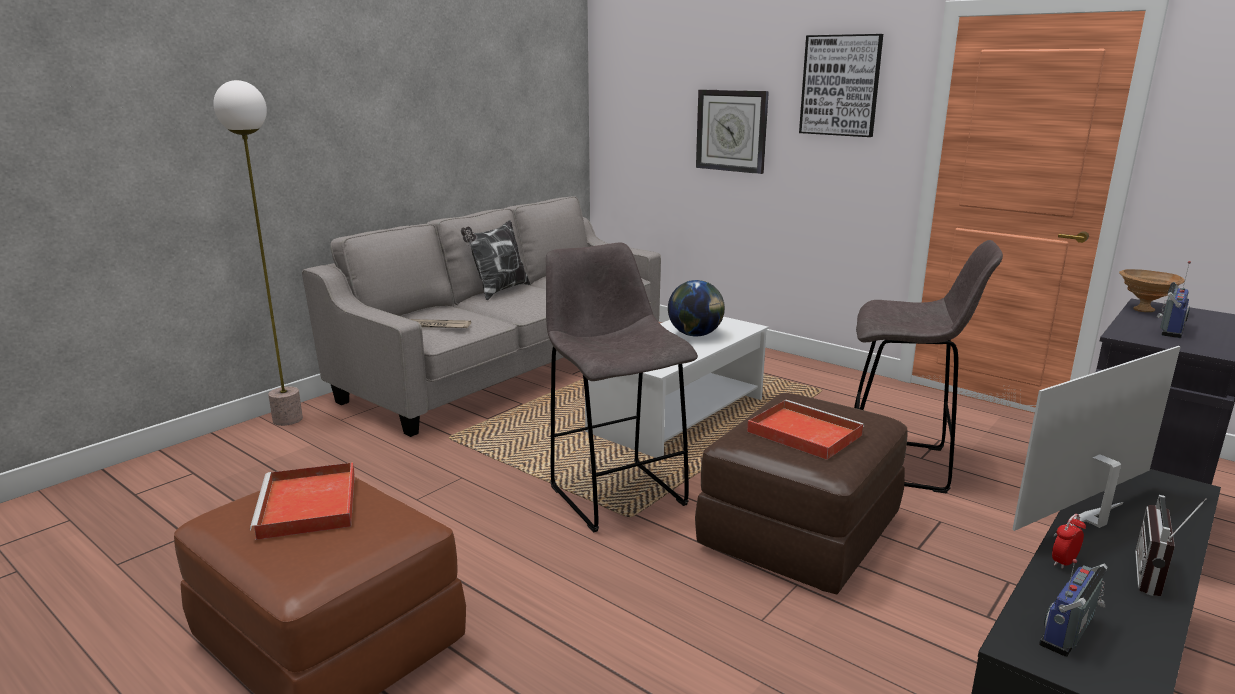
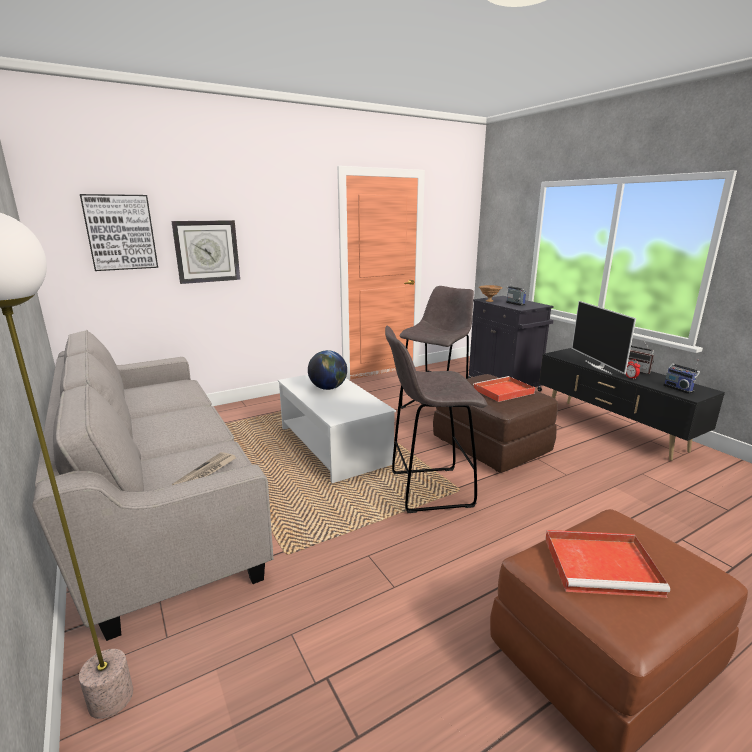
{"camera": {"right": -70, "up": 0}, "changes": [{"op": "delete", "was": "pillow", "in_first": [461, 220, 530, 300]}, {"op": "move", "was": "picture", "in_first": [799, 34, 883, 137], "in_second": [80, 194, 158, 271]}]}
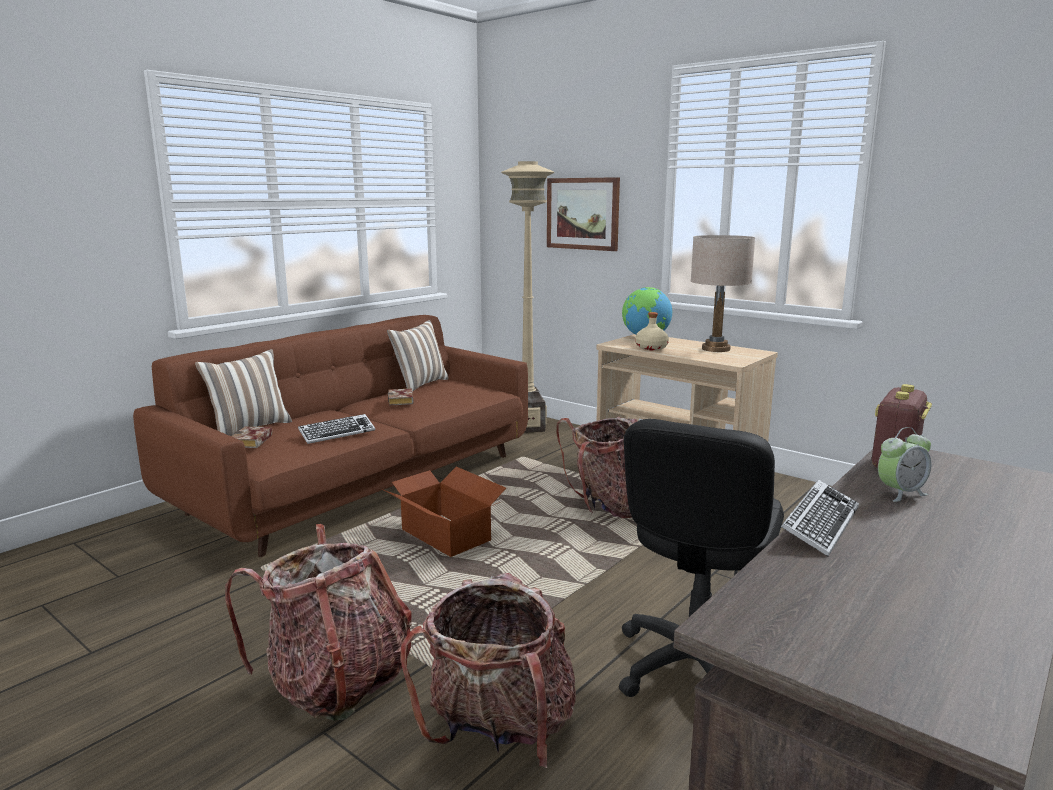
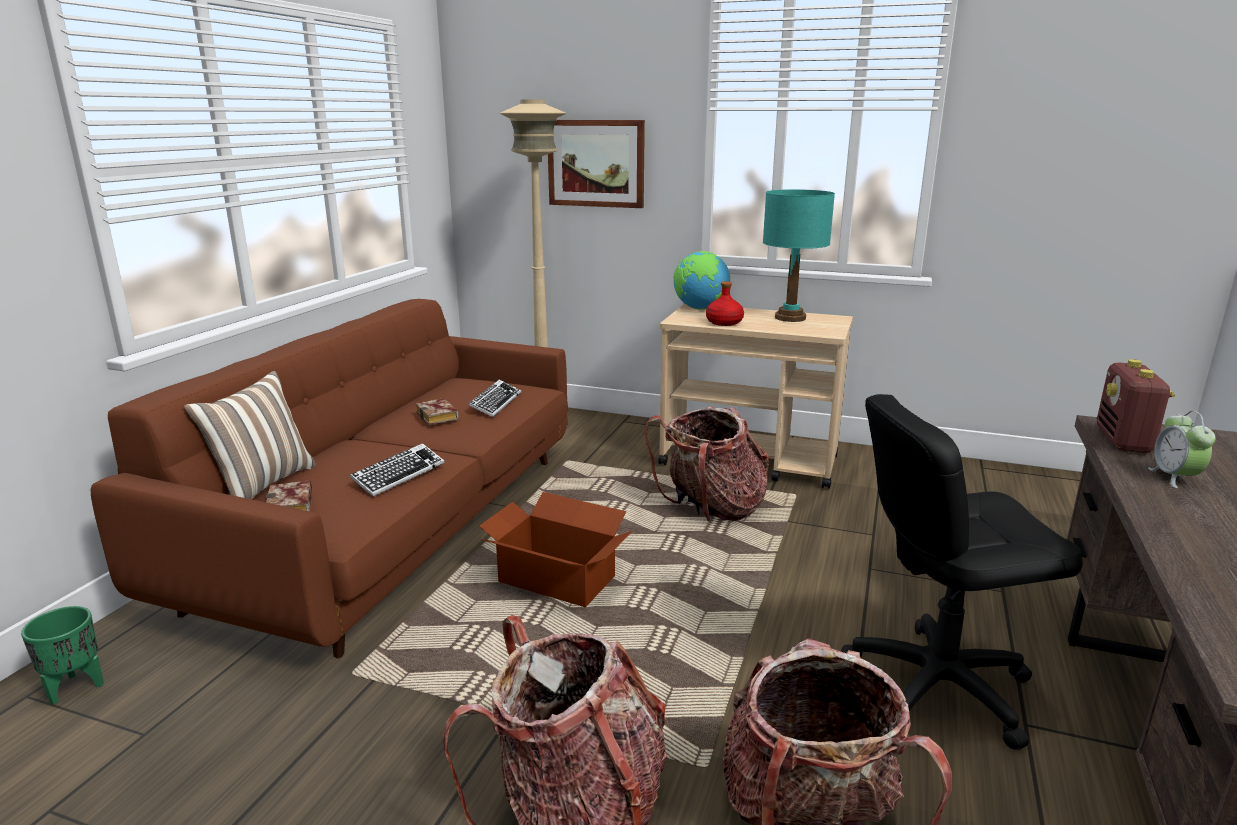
{"camera": {"right": -20, "up": 5}, "changes": [{"op": "delete", "was": "pillow", "in_first": [387, 320, 448, 392]}, {"op": "insert", "now": "green planter", "in_second": [21, 606, 104, 704]}, {"op": "move", "was": "keyboard", "in_first": [781, 480, 859, 556], "in_second": [468, 380, 521, 417]}, {"op": "recolor", "was": "beige bottle", "now": "red bottle", "in_first": [635, 312, 669, 350], "in_second": [706, 281, 744, 326]}, {"op": "recolor", "was": "beige table lamp", "now": "turquoise table lamp", "in_first": [691, 235, 755, 352], "in_second": [763, 189, 835, 322]}, {"op": "rotate", "was": "black office chair", "in_first": [619, 419, 784, 697], "in_second": [841, 394, 1083, 750], "clockwise": 75}, {"op": "rotate", "was": "alarm clock", "in_first": [878, 427, 931, 502], "in_second": [1148, 411, 1216, 488], "clockwise": 135}]}
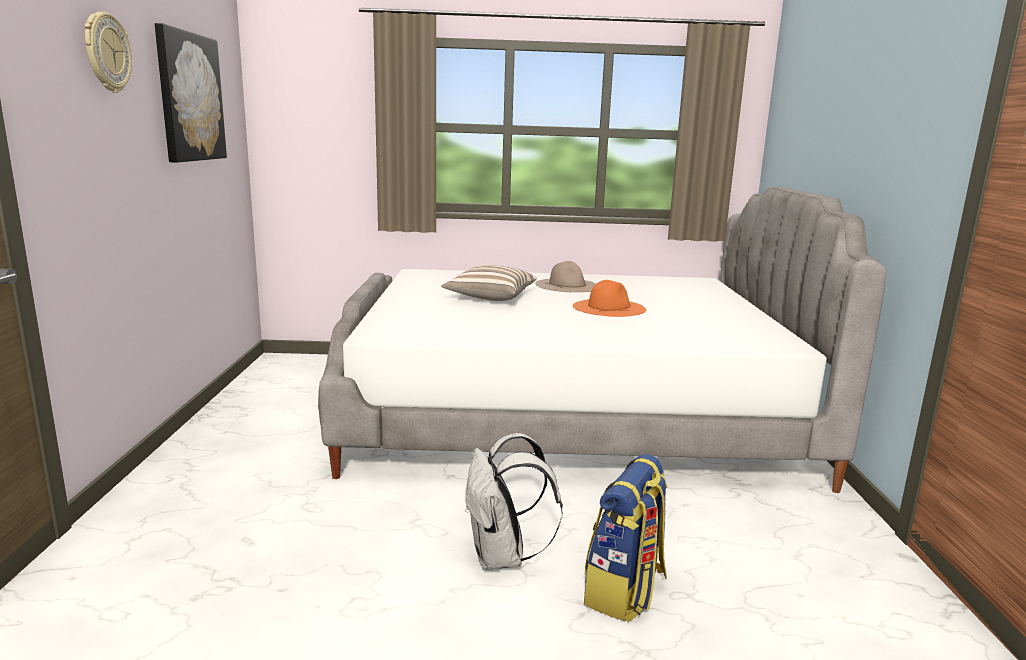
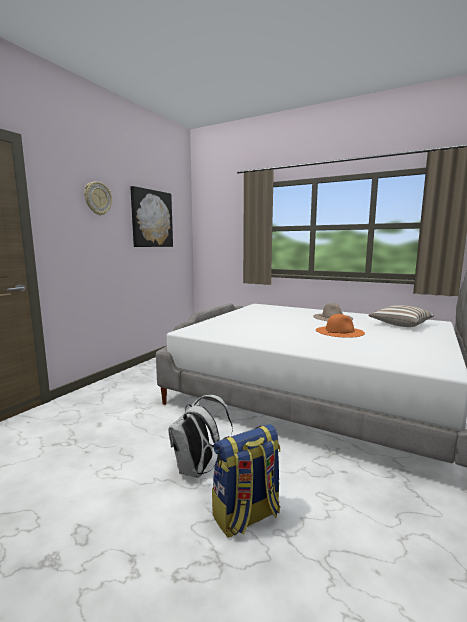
{"camera": {"right": 30, "up": -5}, "changes": [{"op": "move", "was": "pillow", "in_first": [441, 265, 536, 301], "in_second": [368, 305, 434, 327]}]}
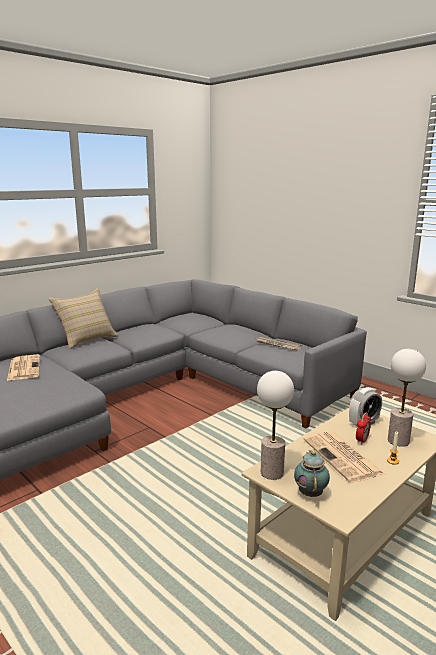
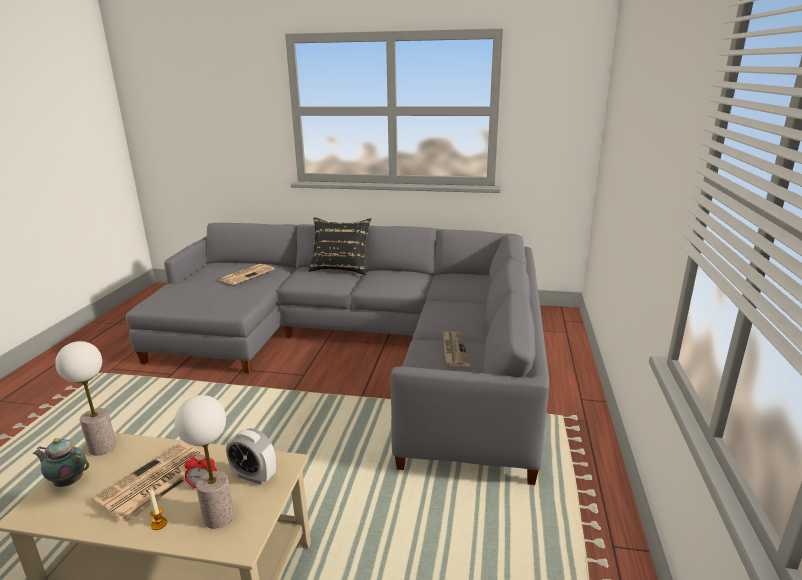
{"camera": {"right": 55, "up": 5}, "changes": [{"op": "recolor", "was": "beige pillow", "now": "black pillow", "in_first": [48, 288, 119, 349], "in_second": [308, 217, 371, 275]}, {"op": "rotate", "was": "teapot", "in_first": [294, 450, 330, 497], "in_second": [33, 438, 89, 487], "clockwise": -135}]}
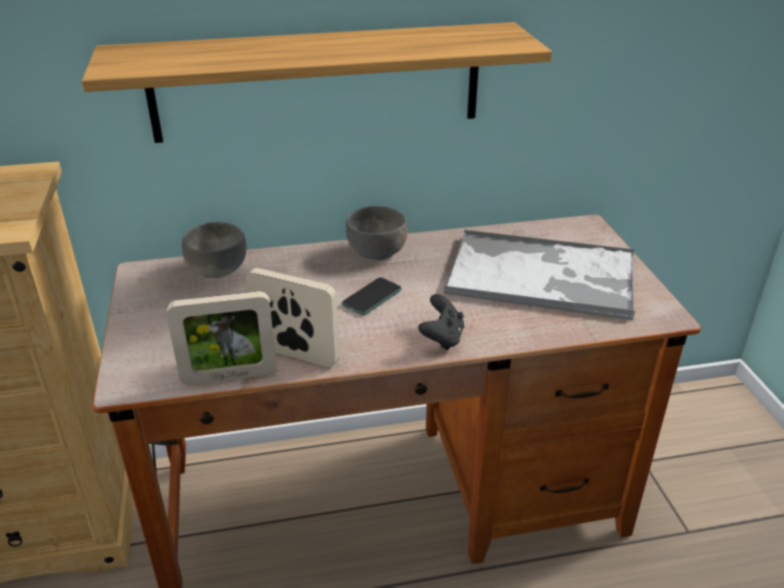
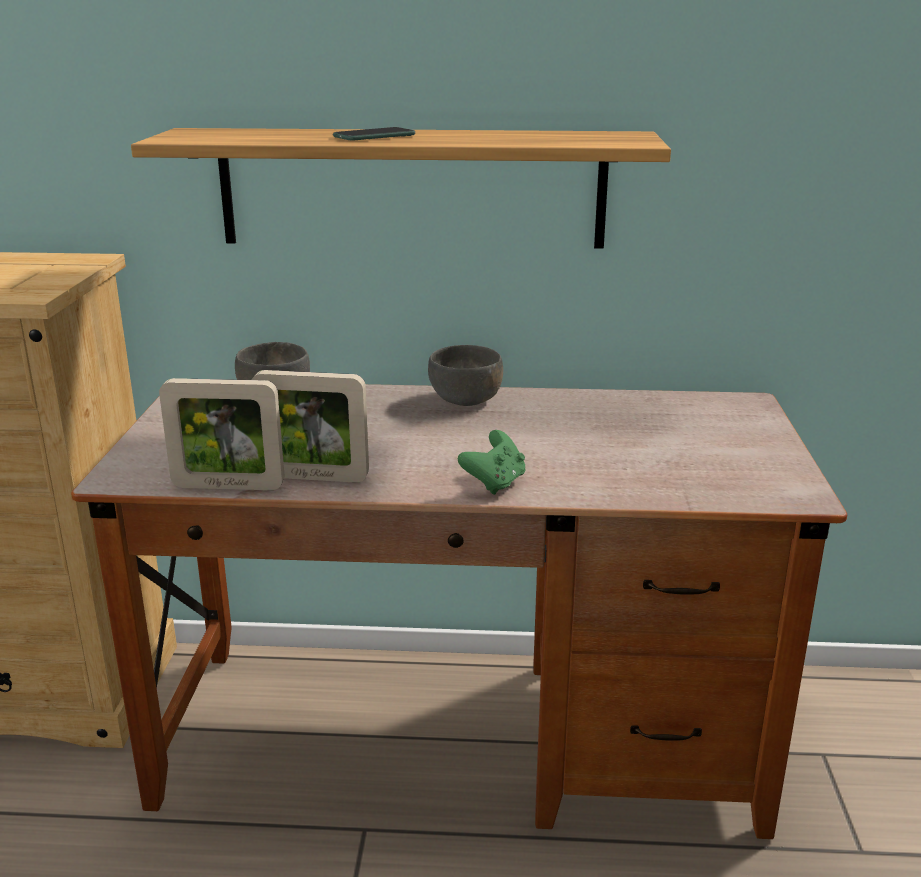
{"camera": {"right": 15, "up": -10}, "changes": [{"op": "delete", "was": "tray", "in_first": [444, 229, 635, 320]}, {"op": "move", "was": "phone", "in_first": [341, 278, 402, 315], "in_second": [333, 127, 415, 140]}, {"op": "recolor", "was": "black game controller", "now": "green game controller", "in_first": [418, 294, 464, 350], "in_second": [458, 430, 525, 495]}, {"op": "rotate", "was": "picture frame", "in_first": [246, 268, 339, 367], "in_second": [252, 370, 369, 483], "clockwise": 150}]}
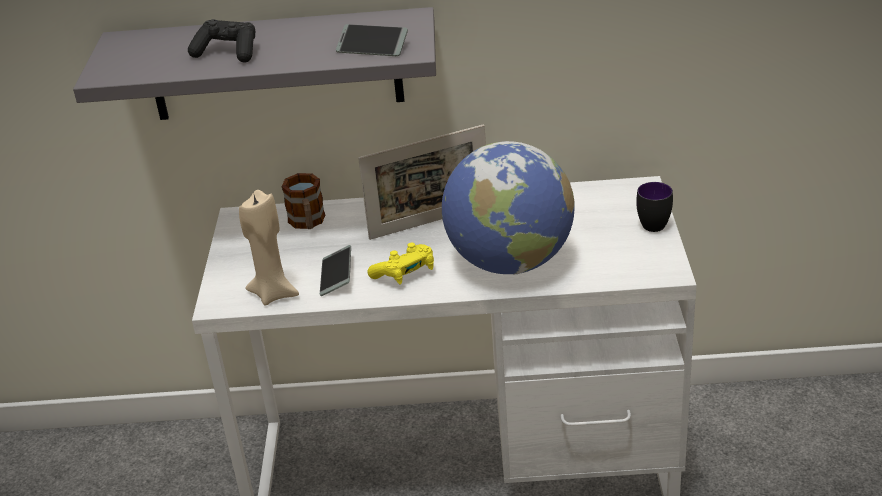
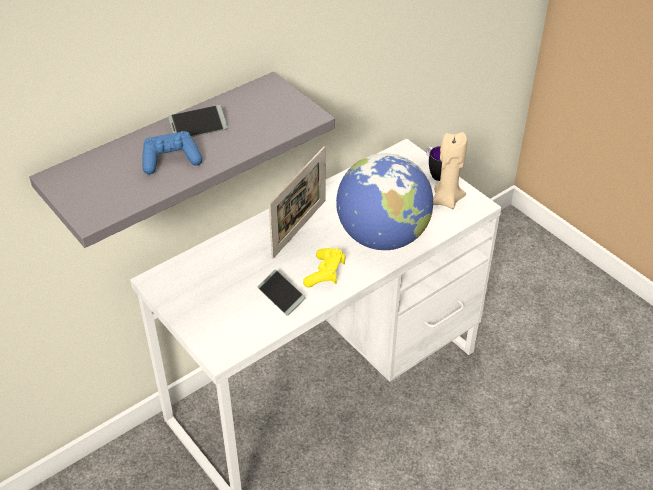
{"camera": {"right": -40, "up": 10}, "changes": [{"op": "delete", "was": "mug", "in_first": [281, 173, 325, 229]}, {"op": "move", "was": "beige candle", "in_first": [239, 190, 299, 306], "in_second": [433, 132, 467, 209]}, {"op": "move", "was": "phone", "in_first": [336, 24, 408, 56], "in_second": [168, 105, 228, 137]}, {"op": "recolor", "was": "black game controller", "now": "blue game controller", "in_first": [188, 19, 255, 62], "in_second": [142, 131, 202, 175]}]}
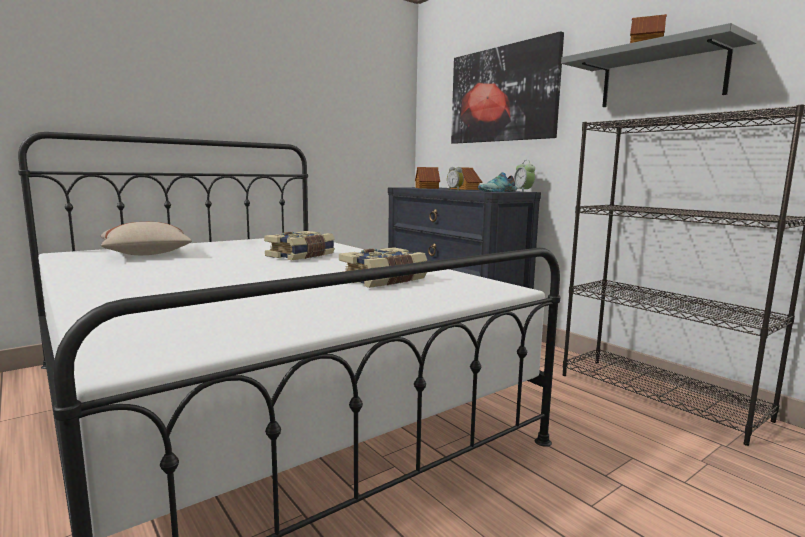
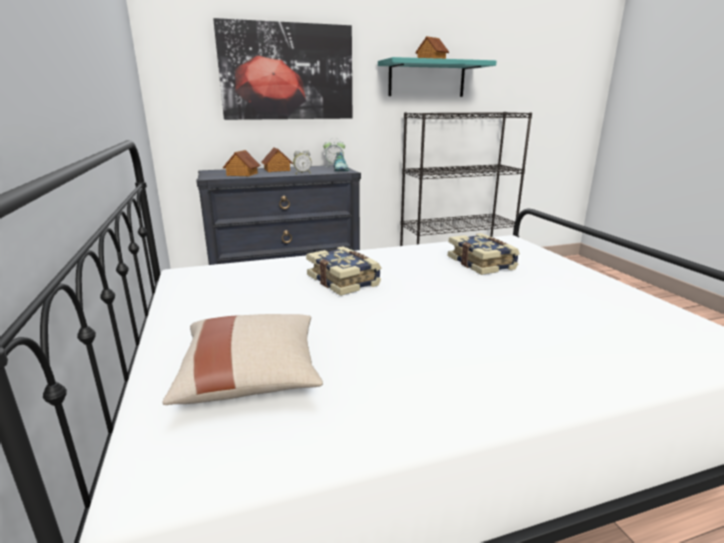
{"camera": {"right": -70, "up": 10}, "changes": [{"op": "recolor", "was": "grey shelf", "now": "turquoise shelf", "in_first": [561, 23, 757, 107], "in_second": [378, 57, 496, 97]}]}
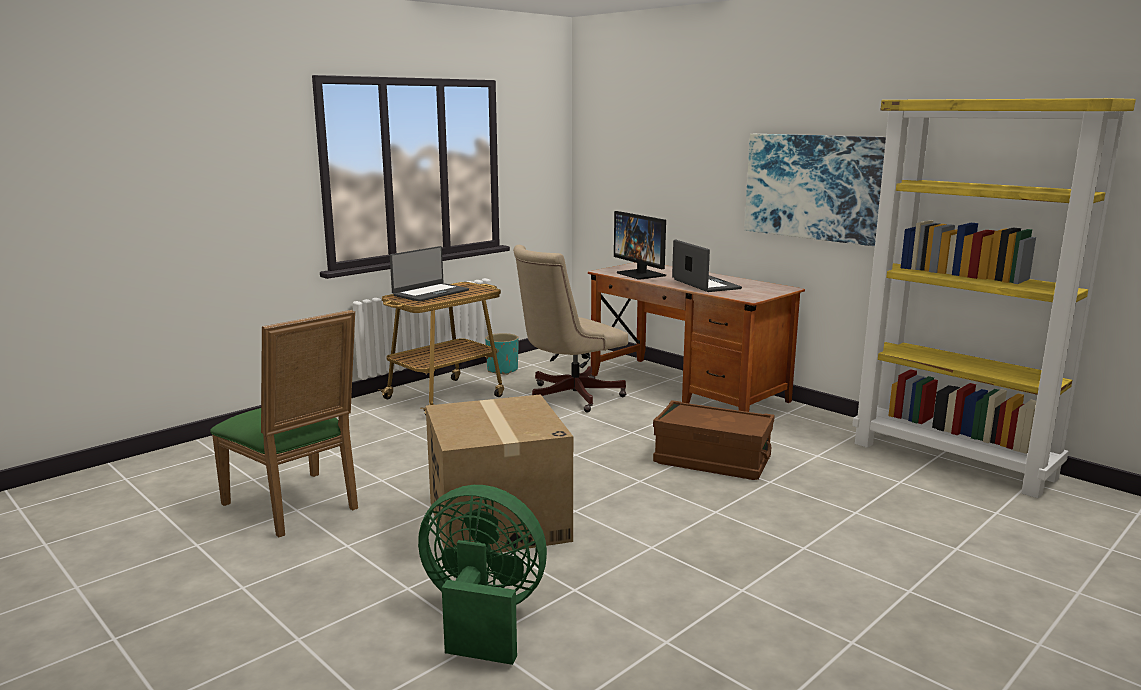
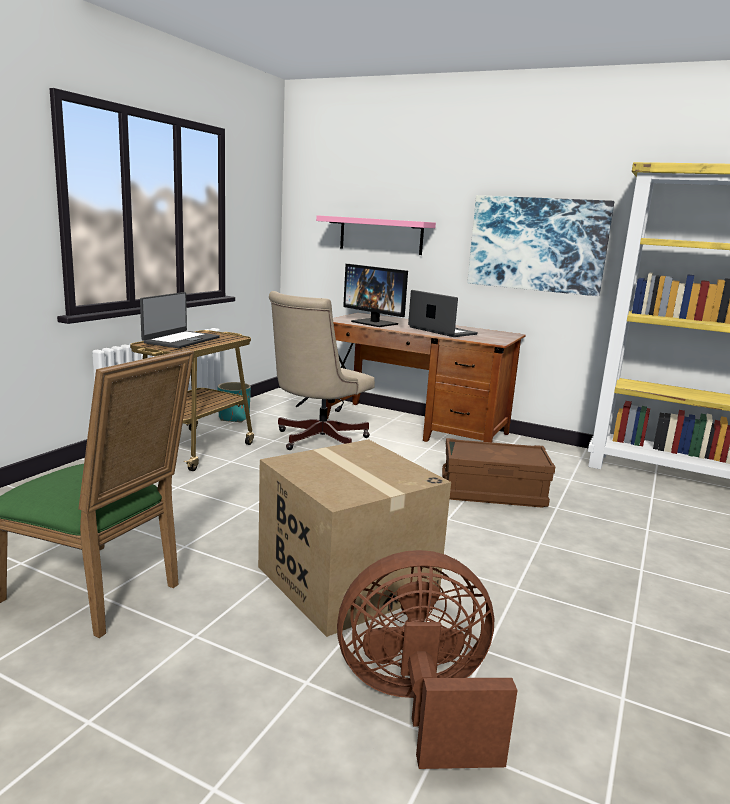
{"camera": {"right": -20, "up": 0}, "changes": [{"op": "insert", "now": "pink shelf", "in_second": [316, 215, 436, 255]}, {"op": "recolor", "was": "green fan", "now": "brown fan", "in_first": [418, 485, 547, 665], "in_second": [337, 550, 518, 769]}]}
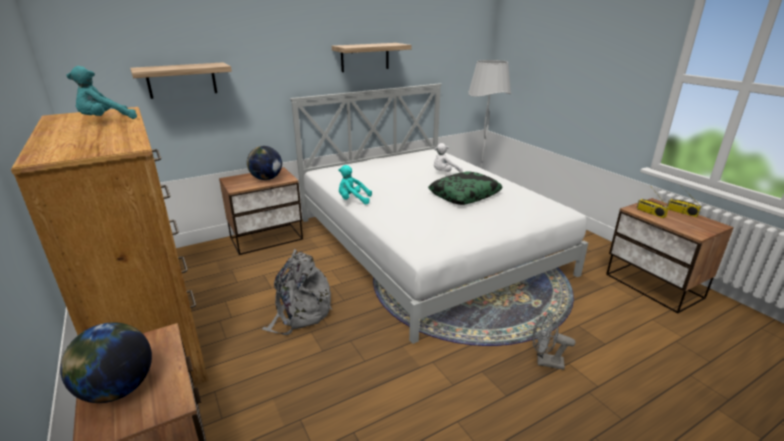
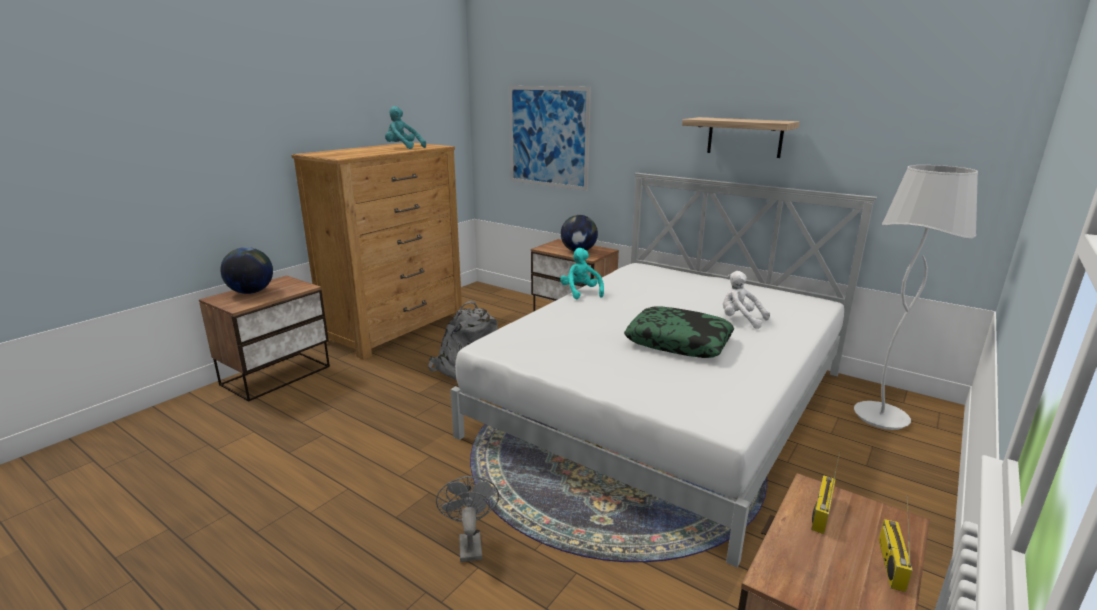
{"camera": {"right": 65, "up": -5}, "changes": [{"op": "replace", "was": "shelf", "now": "picture", "in_first": [130, 62, 232, 99], "in_second": [509, 86, 591, 191]}]}
